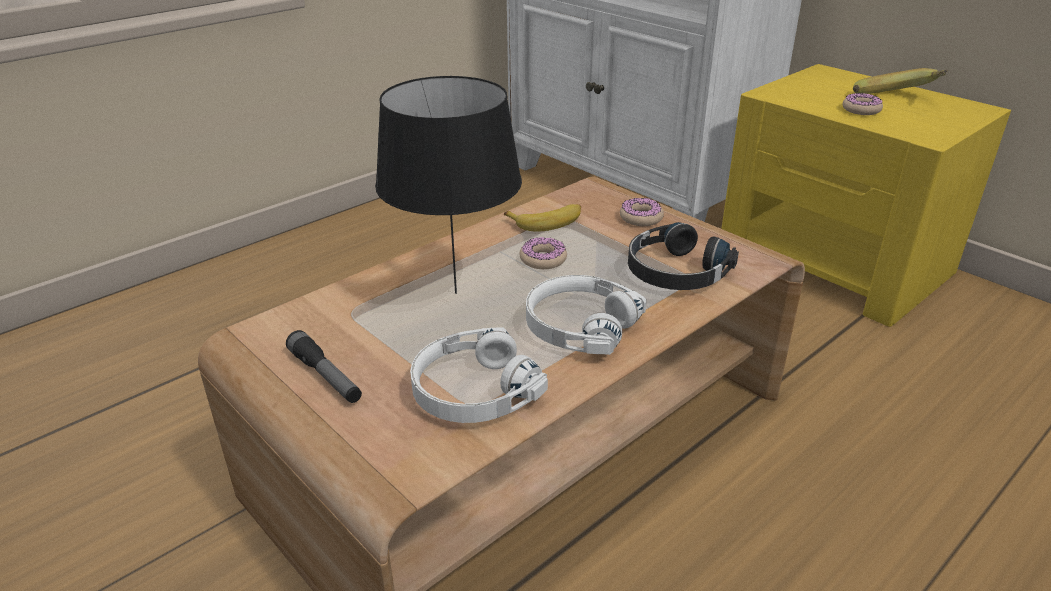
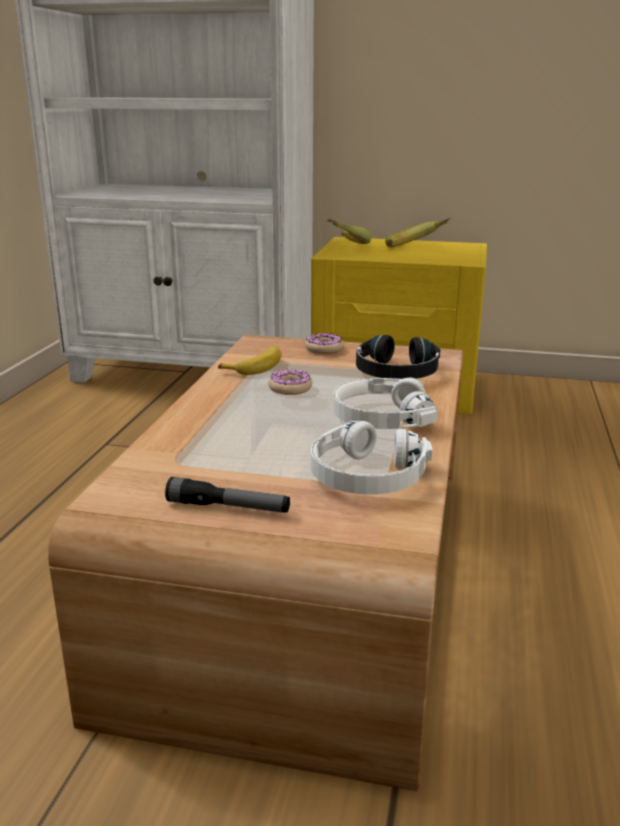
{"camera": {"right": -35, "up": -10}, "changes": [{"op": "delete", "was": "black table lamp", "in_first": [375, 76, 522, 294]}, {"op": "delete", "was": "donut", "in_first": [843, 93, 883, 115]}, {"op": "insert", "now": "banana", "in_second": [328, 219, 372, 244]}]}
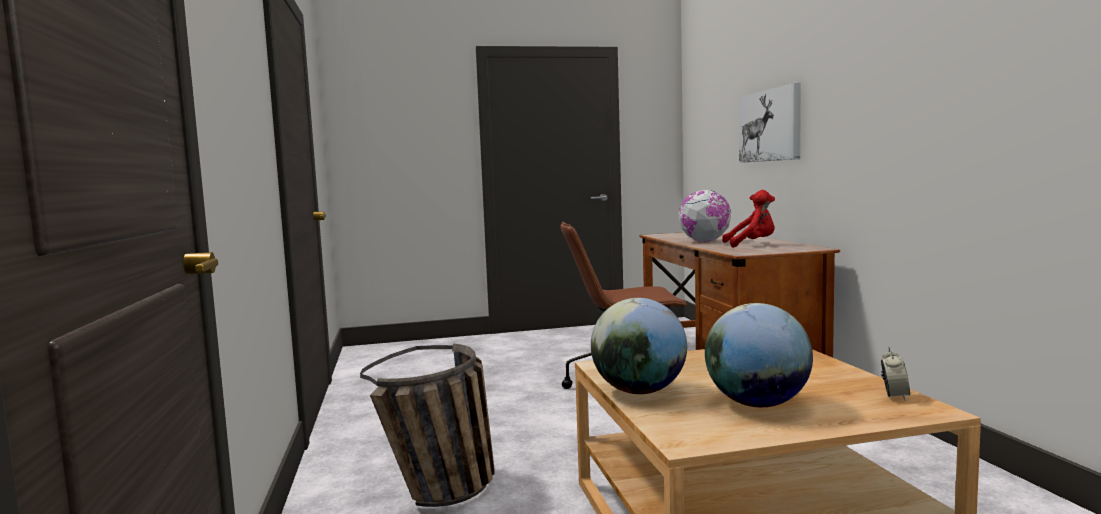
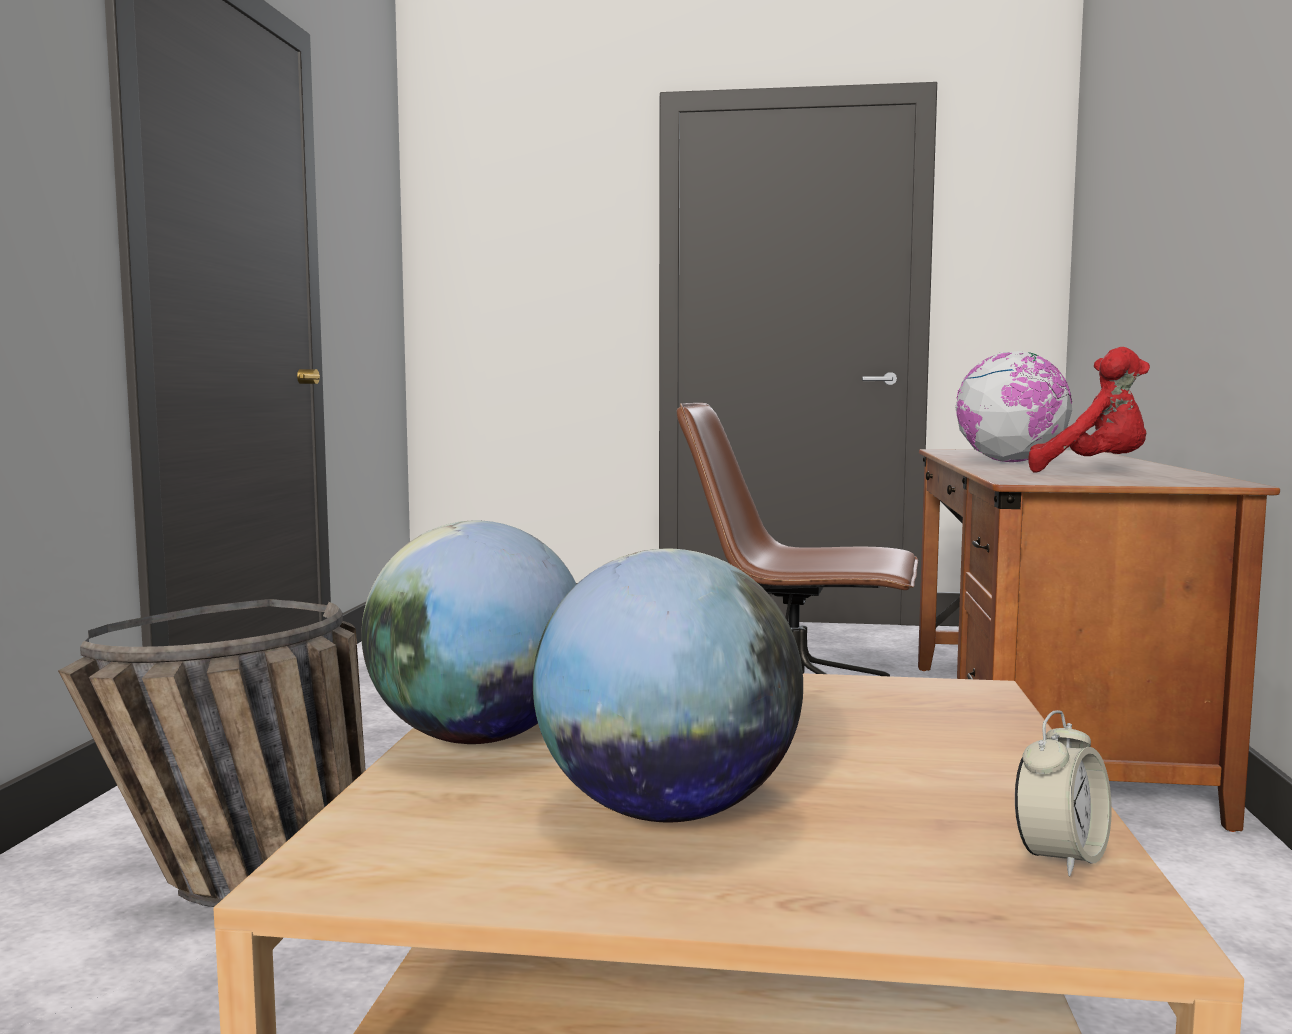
{"camera": {"right": 20, "up": 0}, "changes": [{"op": "delete", "was": "picture", "in_first": [739, 83, 801, 163]}]}
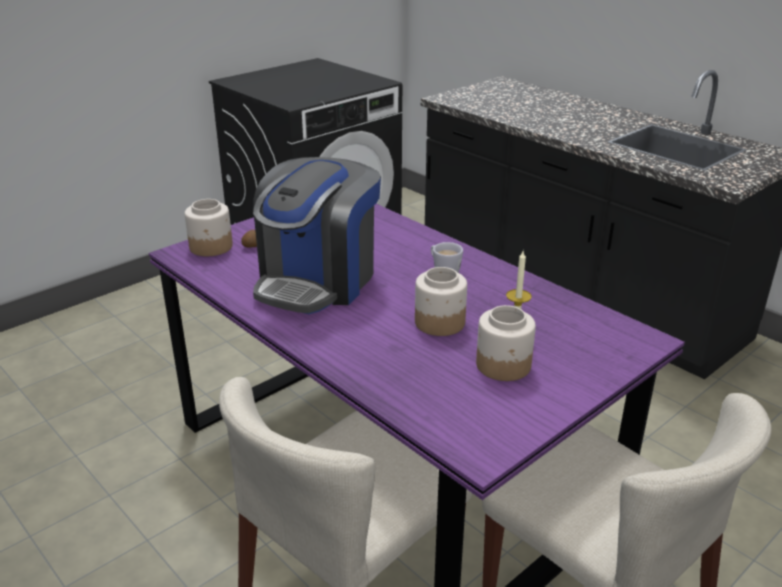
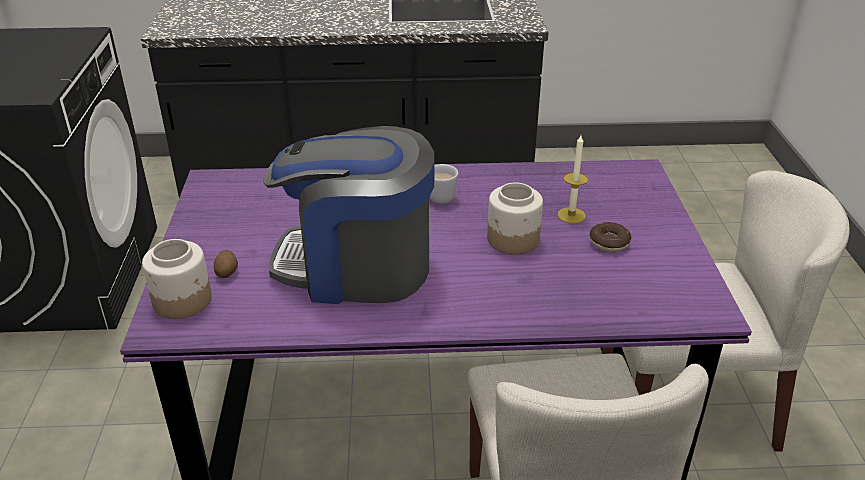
{"camera": {"right": -50, "up": 5}, "changes": [{"op": "replace", "was": "jar", "now": "donut", "in_first": [476, 305, 536, 381], "in_second": [590, 222, 632, 252]}, {"op": "rotate", "was": "coffee machine", "in_first": [253, 157, 381, 314], "in_second": [263, 126, 434, 304], "clockwise": 120}]}
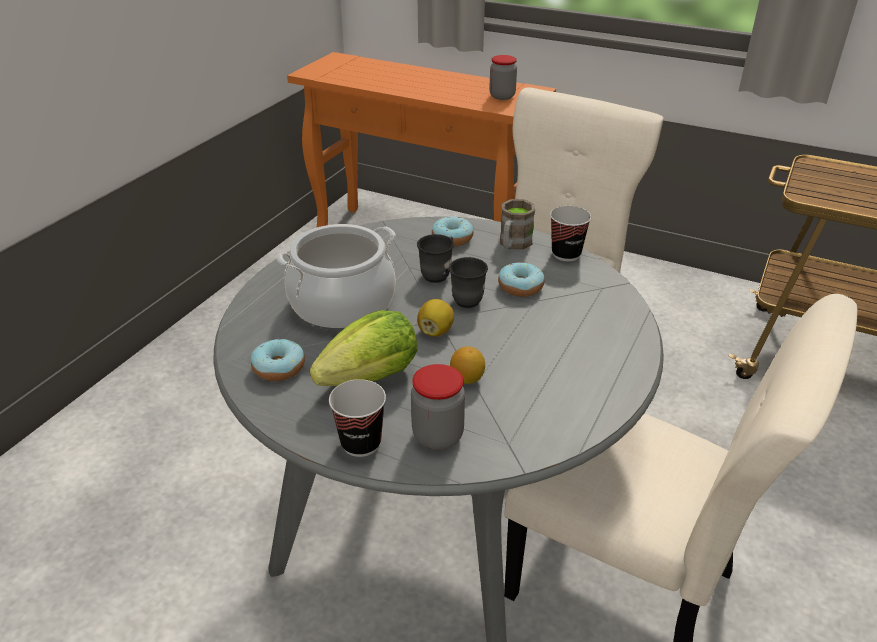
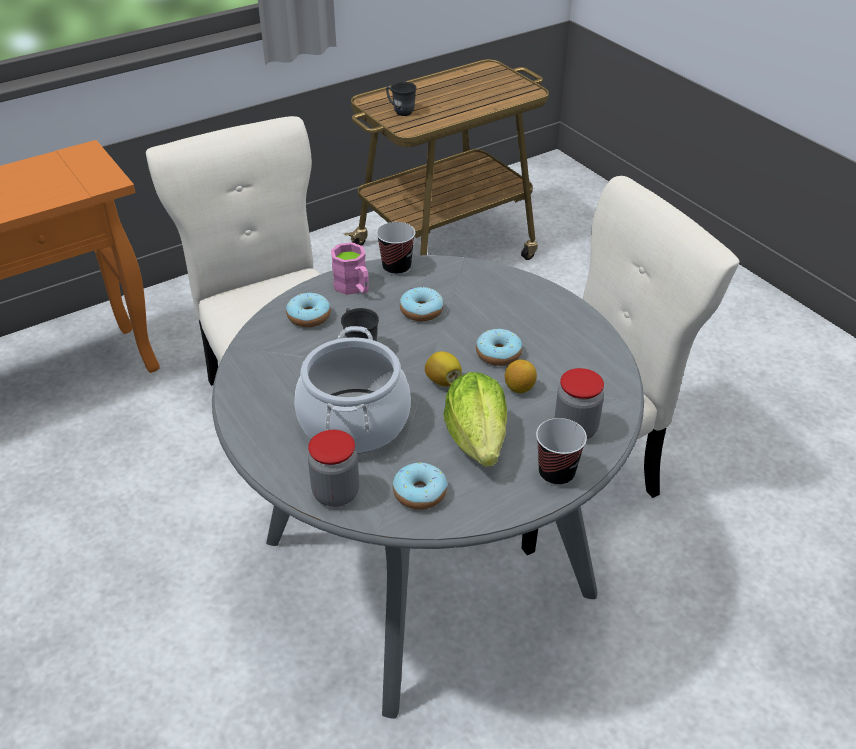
{"camera": {"right": -60, "up": 5}, "changes": [{"op": "insert", "now": "donut", "in_second": [476, 329, 522, 366]}, {"op": "move", "was": "grey mug", "in_first": [449, 257, 488, 308], "in_second": [386, 82, 417, 116]}, {"op": "move", "was": "jar", "in_first": [489, 55, 517, 100], "in_second": [308, 430, 359, 507]}, {"op": "recolor", "was": "brown mug", "now": "pink mug", "in_first": [500, 199, 535, 249], "in_second": [331, 242, 369, 295]}]}
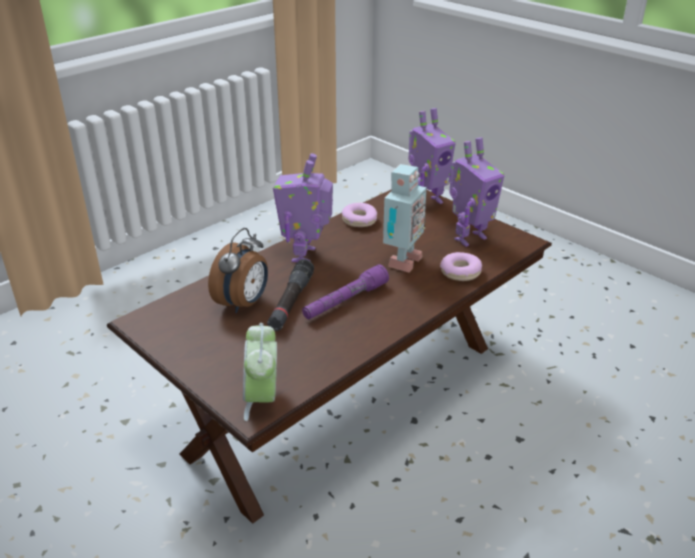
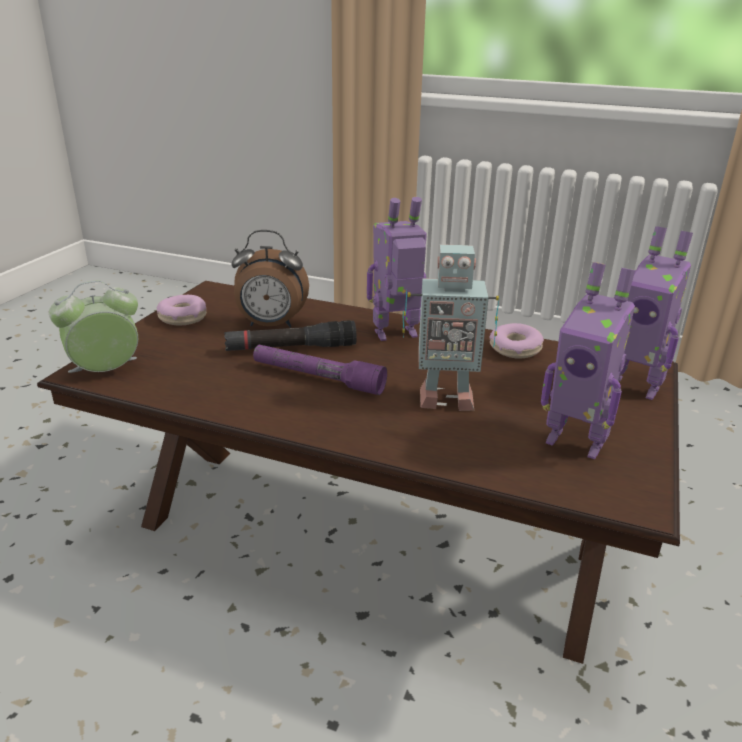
{"camera": {"right": 65, "up": -5}, "changes": [{"op": "move", "was": "donut", "in_first": [440, 252, 482, 281], "in_second": [157, 295, 206, 326]}]}
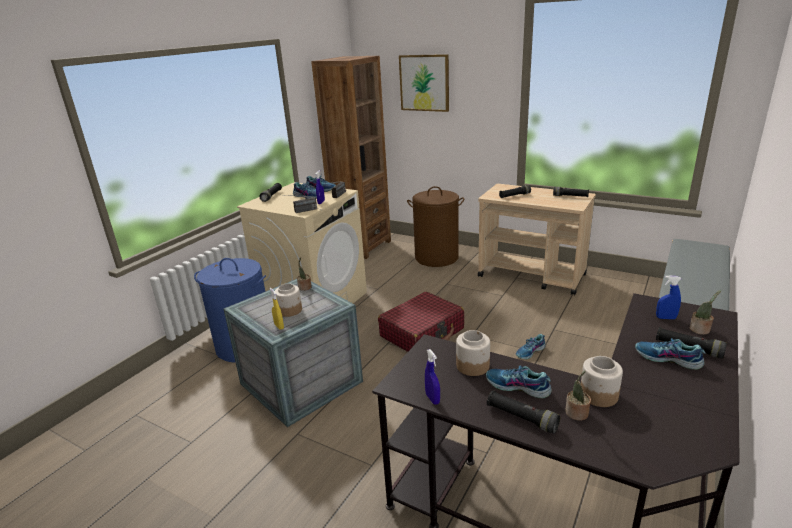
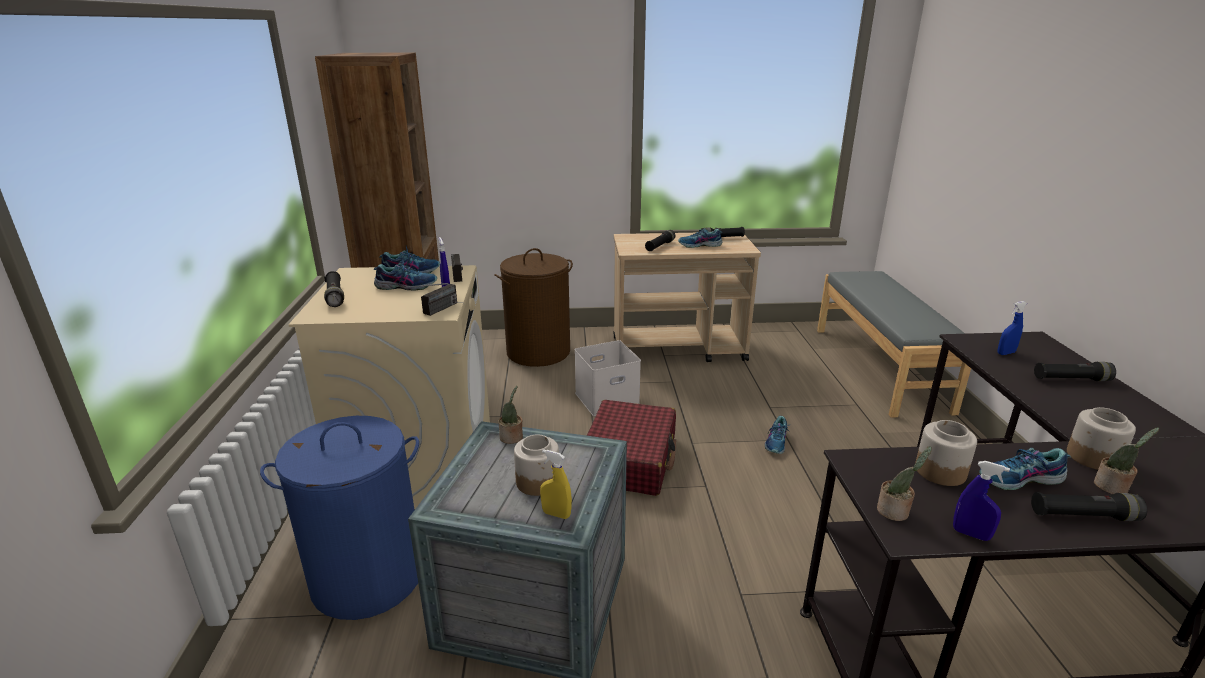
{"camera": {"right": -35, "up": 0}, "changes": [{"op": "delete", "was": "picture", "in_first": [399, 54, 449, 112]}, {"op": "insert", "now": "white storage box", "in_second": [575, 340, 641, 416]}, {"op": "move", "was": "shoe", "in_first": [635, 338, 706, 370], "in_second": [678, 229, 723, 248]}, {"op": "move", "was": "potted plant", "in_first": [690, 290, 721, 335], "in_second": [877, 446, 932, 521]}]}
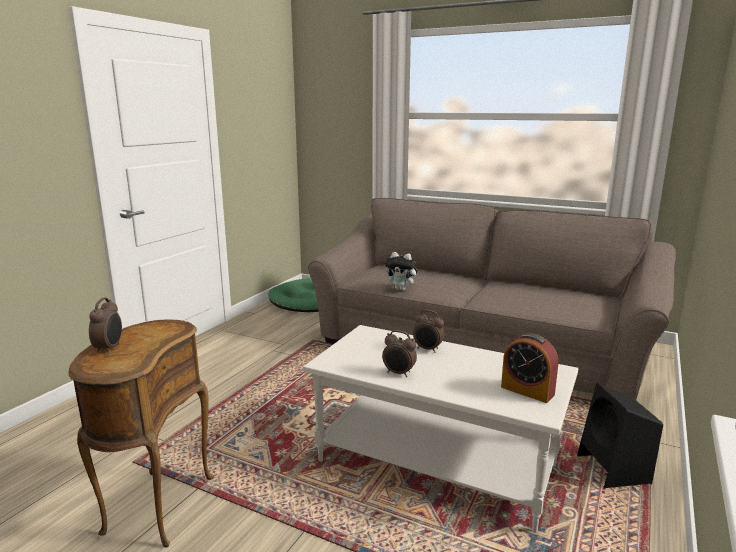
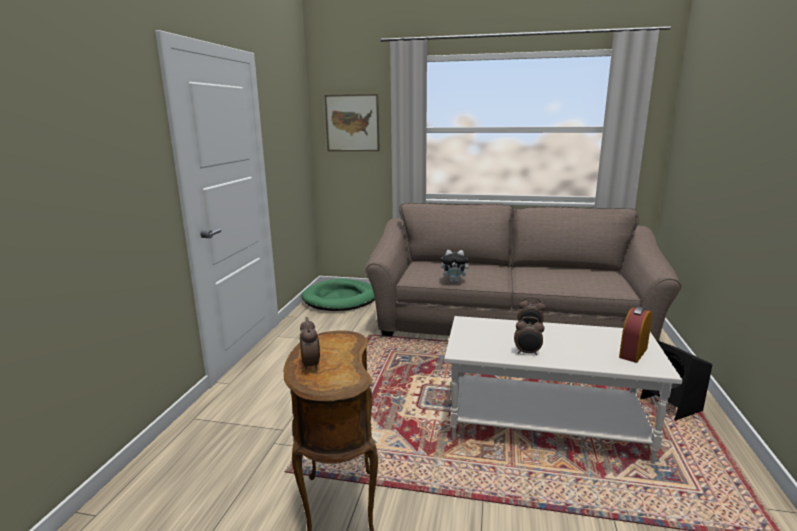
{"camera": {"right": -15, "up": 0}, "changes": [{"op": "insert", "now": "picture", "in_second": [325, 94, 380, 151]}, {"op": "rotate", "was": "alarm clock", "in_first": [501, 333, 558, 403], "in_second": [619, 306, 652, 363], "clockwise": 105}]}
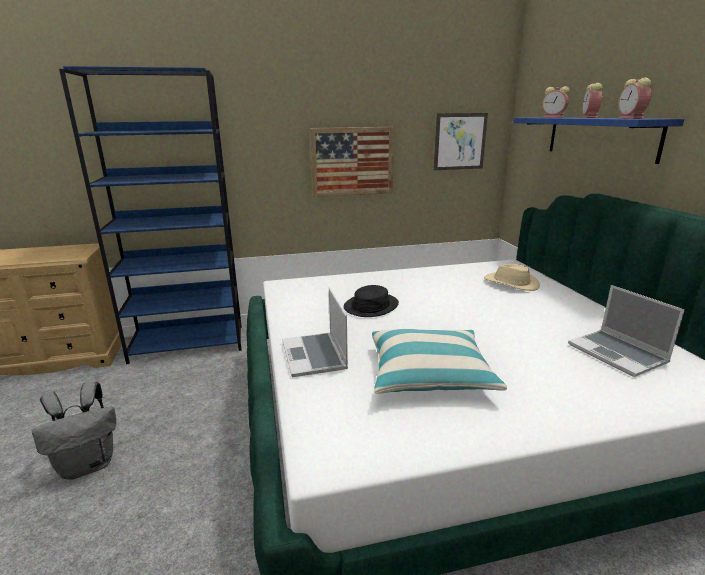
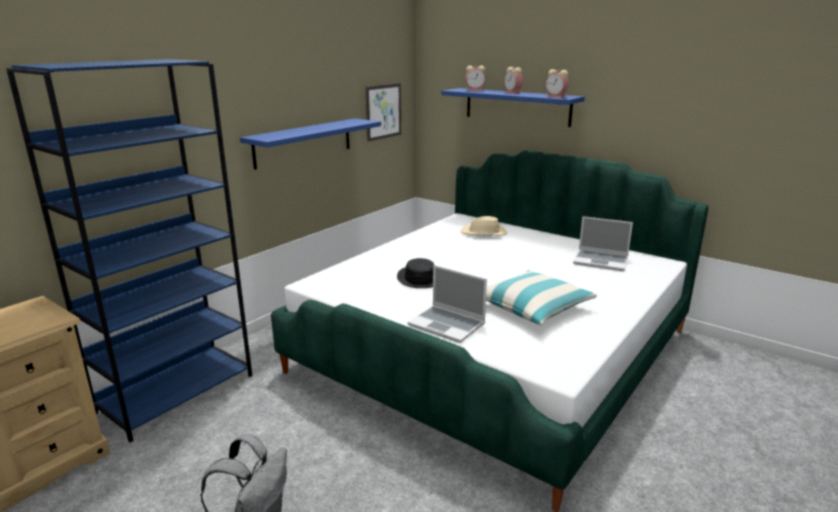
{"camera": {"right": -40, "up": 0}, "changes": [{"op": "replace", "was": "picture", "now": "blue shelf", "in_first": [309, 127, 394, 197], "in_second": [240, 118, 381, 170]}]}
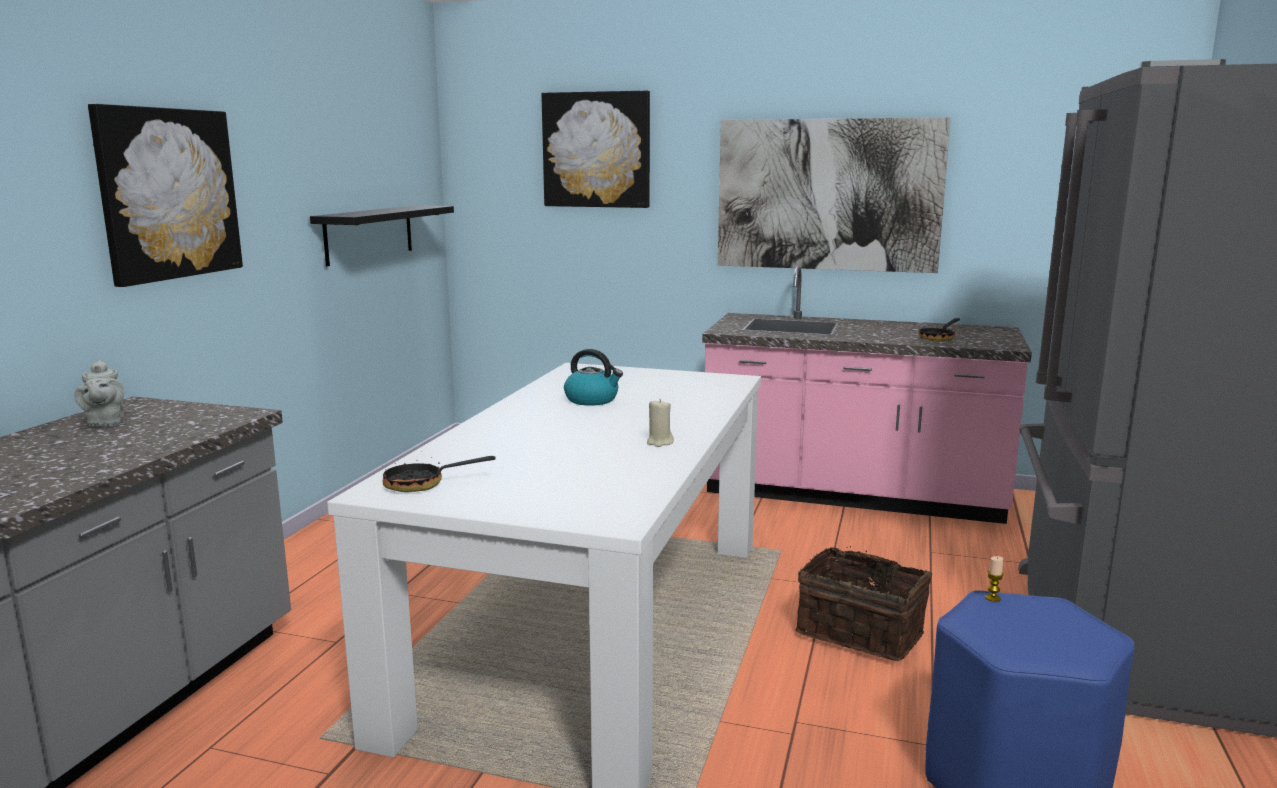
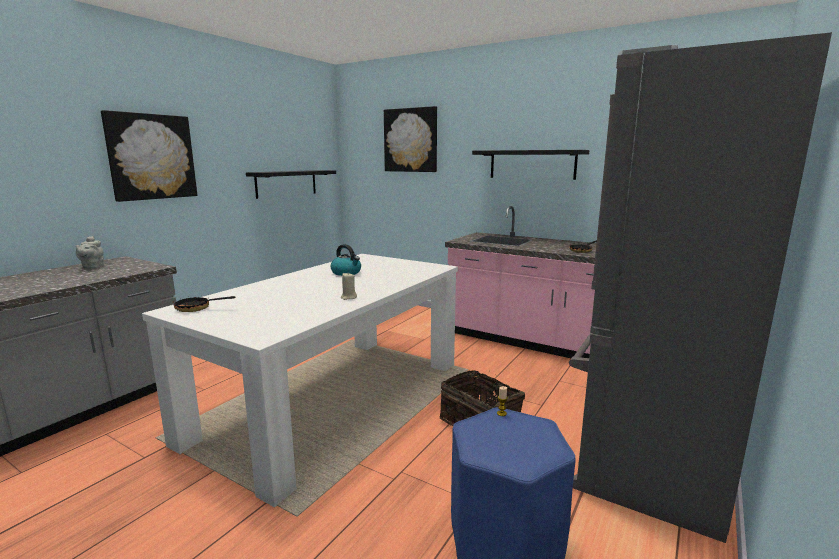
{"camera": {"right": 15, "up": 0}, "changes": [{"op": "replace", "was": "picture", "now": "black shelf", "in_first": [718, 117, 951, 273], "in_second": [472, 150, 589, 180]}]}
